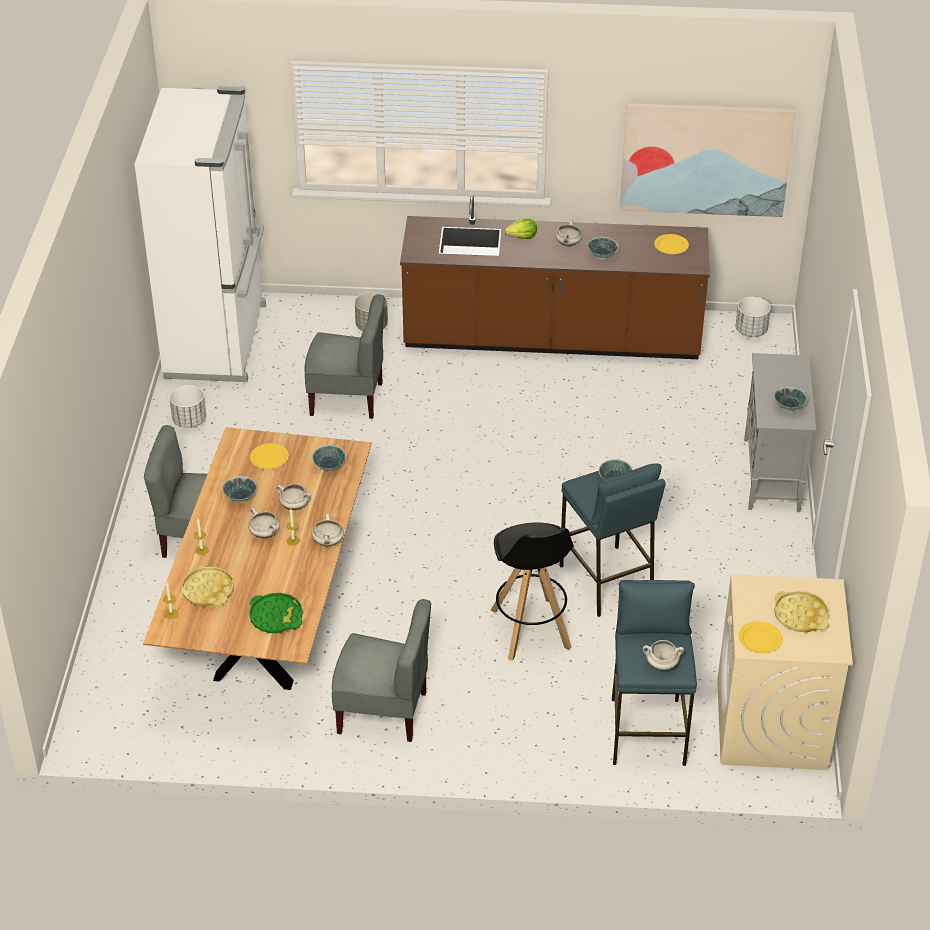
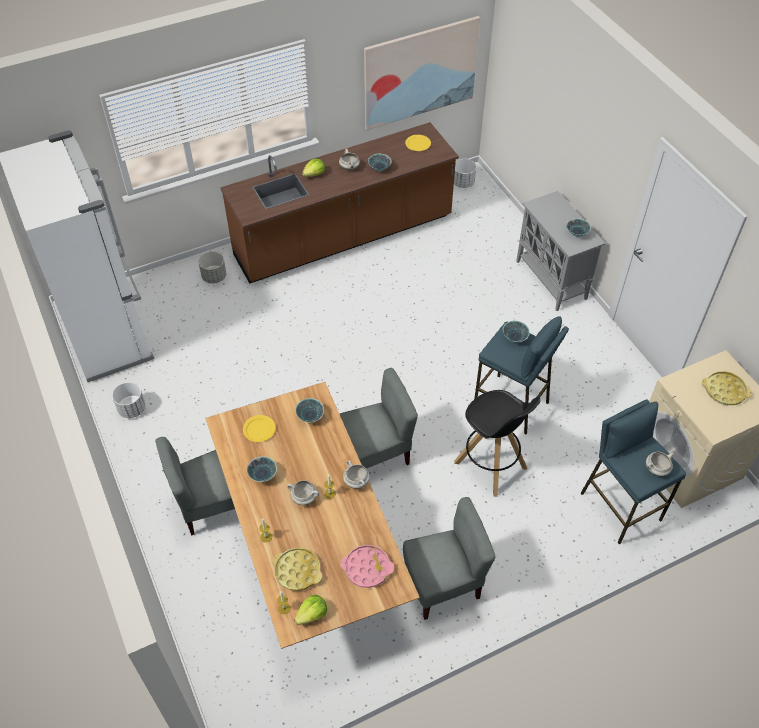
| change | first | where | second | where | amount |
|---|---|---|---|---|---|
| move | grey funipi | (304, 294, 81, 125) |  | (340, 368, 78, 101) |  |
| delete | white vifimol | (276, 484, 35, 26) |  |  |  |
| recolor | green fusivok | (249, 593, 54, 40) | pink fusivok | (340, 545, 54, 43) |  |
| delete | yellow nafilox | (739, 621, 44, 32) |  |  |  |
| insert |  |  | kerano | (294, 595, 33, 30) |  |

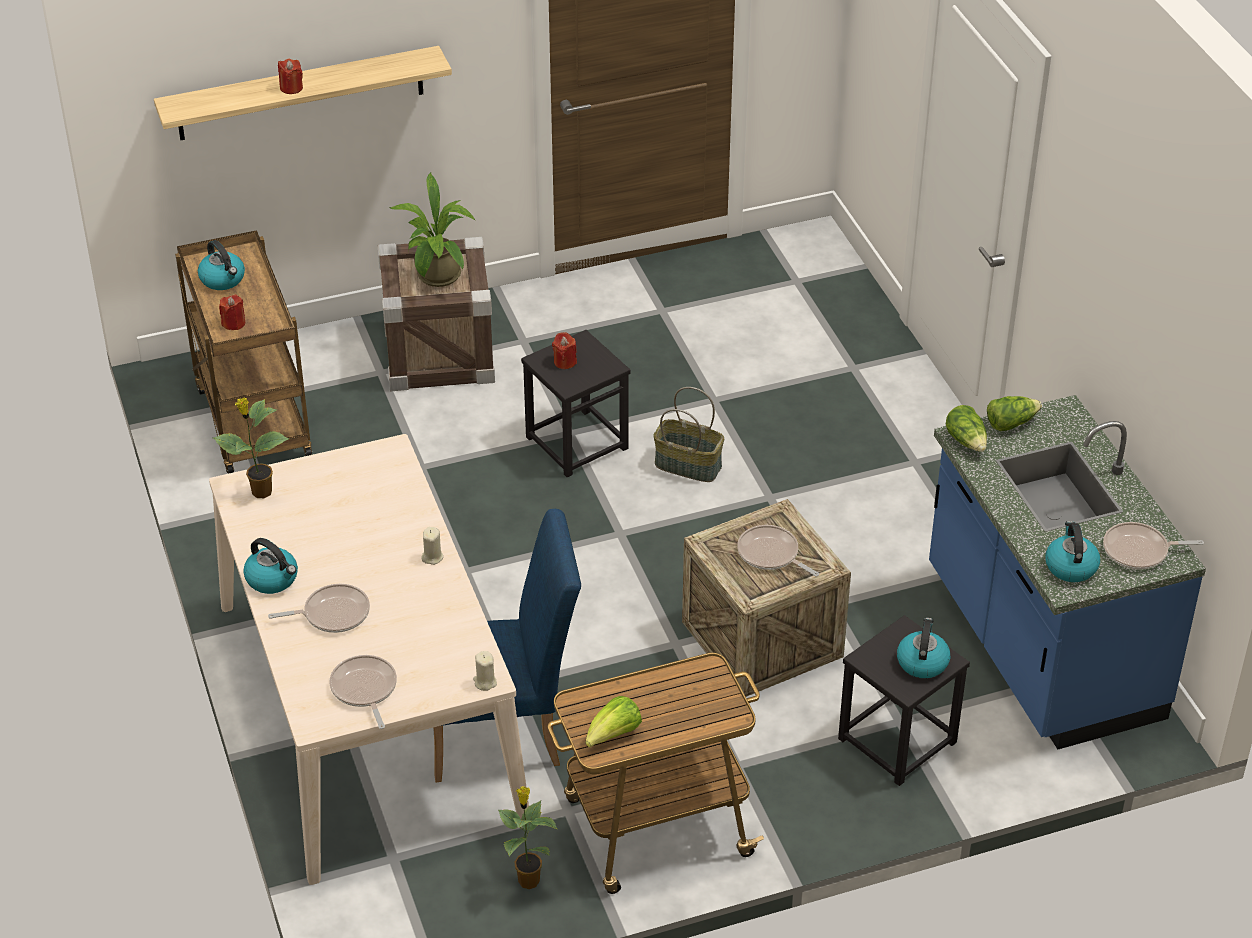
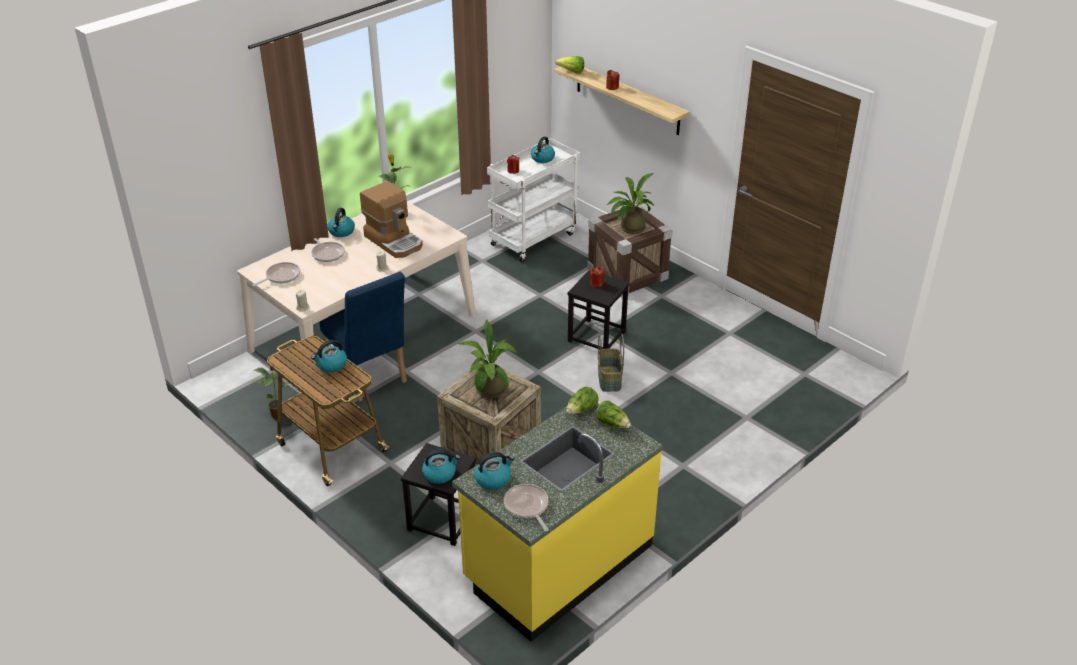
| change | first | where | second | where | amount |
|---|---|---|---|---|---|
| recolor | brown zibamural | (175, 230, 137, 244) | white zibamural | (487, 138, 93, 124) |  |
| recolor | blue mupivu | (929, 395, 277, 354) | yellow mupivu | (452, 403, 211, 239) |  |
| replace | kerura | (737, 525, 82, 52) | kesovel | (458, 319, 60, 79) |  |
| move | kerano | (586, 696, 56, 52) |  | (555, 56, 29, 18) |  |
| insert |  |  | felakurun | (360, 181, 63, 77) |  |
| insert |  |  | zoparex | (311, 340, 36, 33) |  |

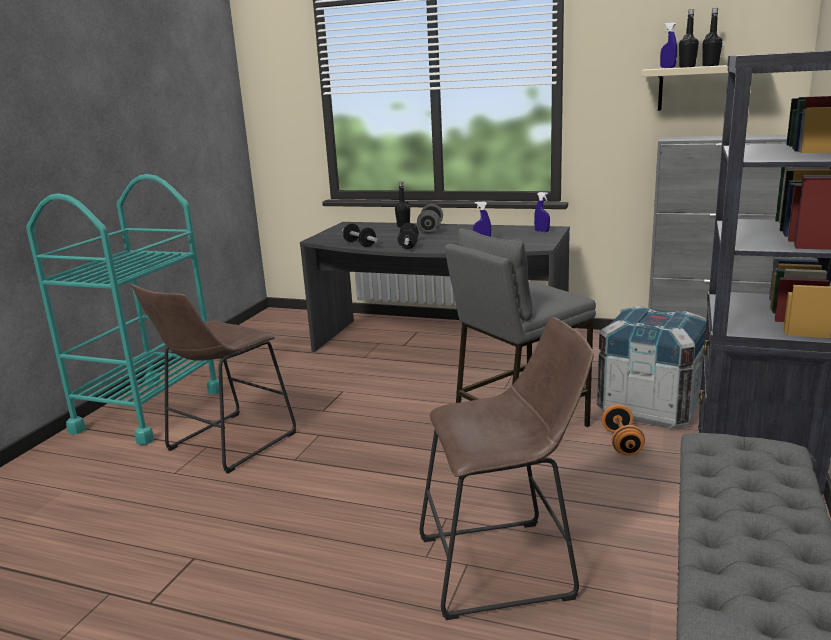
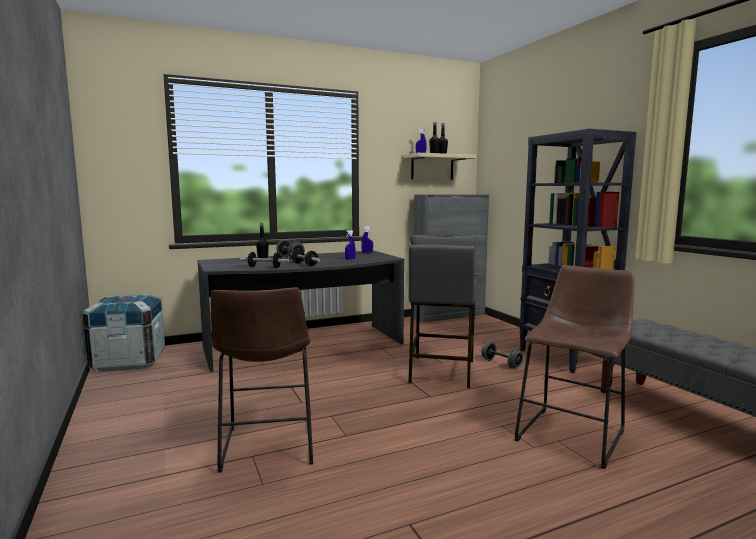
| change | first | where | second | where | amount |
|---|---|---|---|---|---|
| delete | turquoise zibamural | (26, 174, 193, 271) |  |  |  |
| move | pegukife | (597, 306, 109, 122) |  | (82, 294, 83, 78) |  |
| recolor | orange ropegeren | (602, 405, 43, 51) | grey ropegeren | (482, 342, 41, 26) |  |

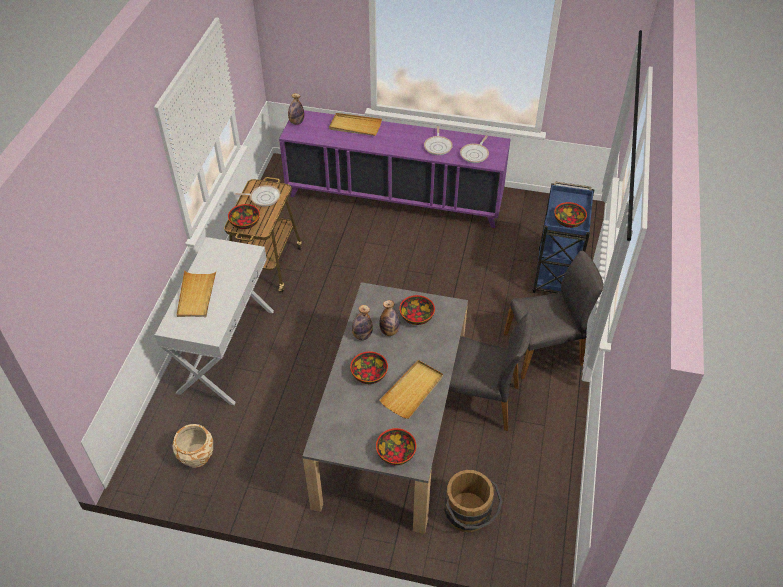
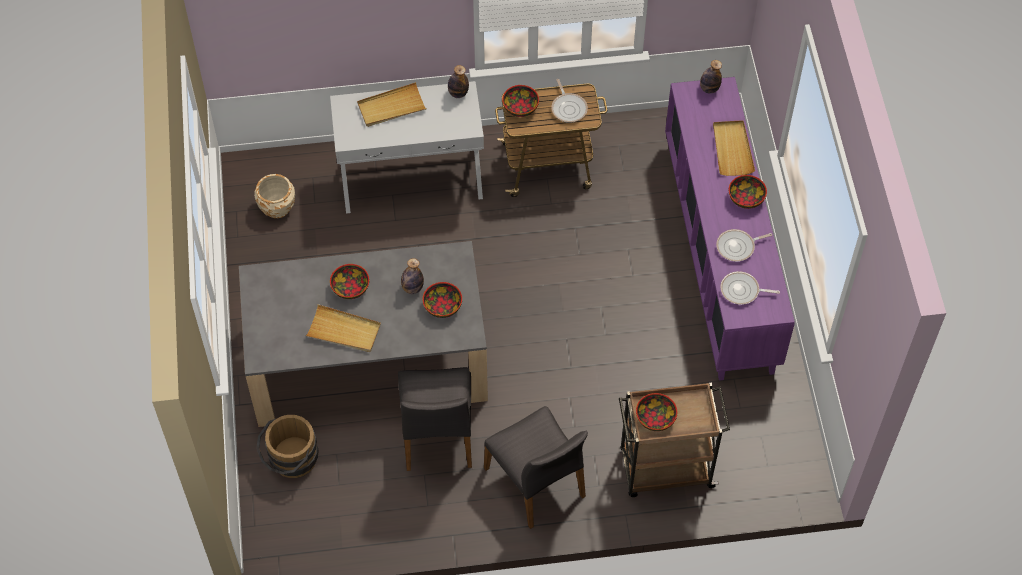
| change | first | where | second | where | amount |
|---|---|---|---|---|---|
| recolor | blue zibamural | (532, 181, 63, 112) | brown zibamural | (619, 382, 111, 115) |  |
| move | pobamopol | (352, 305, 21, 35) |  | (448, 65, 21, 33) |  |
| move | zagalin | (376, 428, 40, 37) |  | (729, 175, 38, 34) |  |

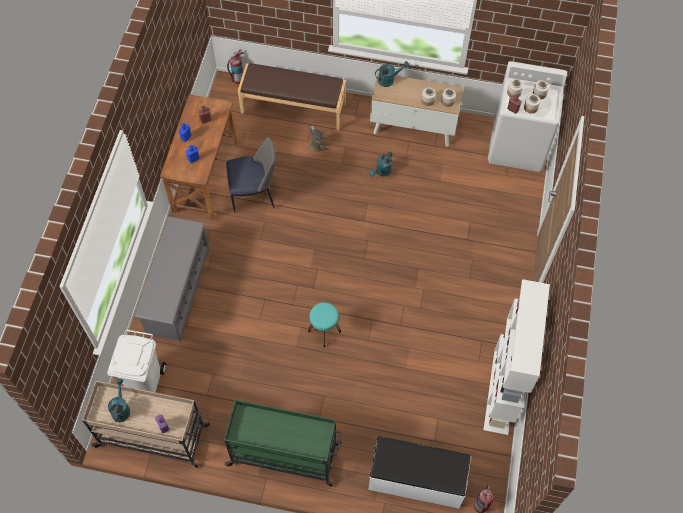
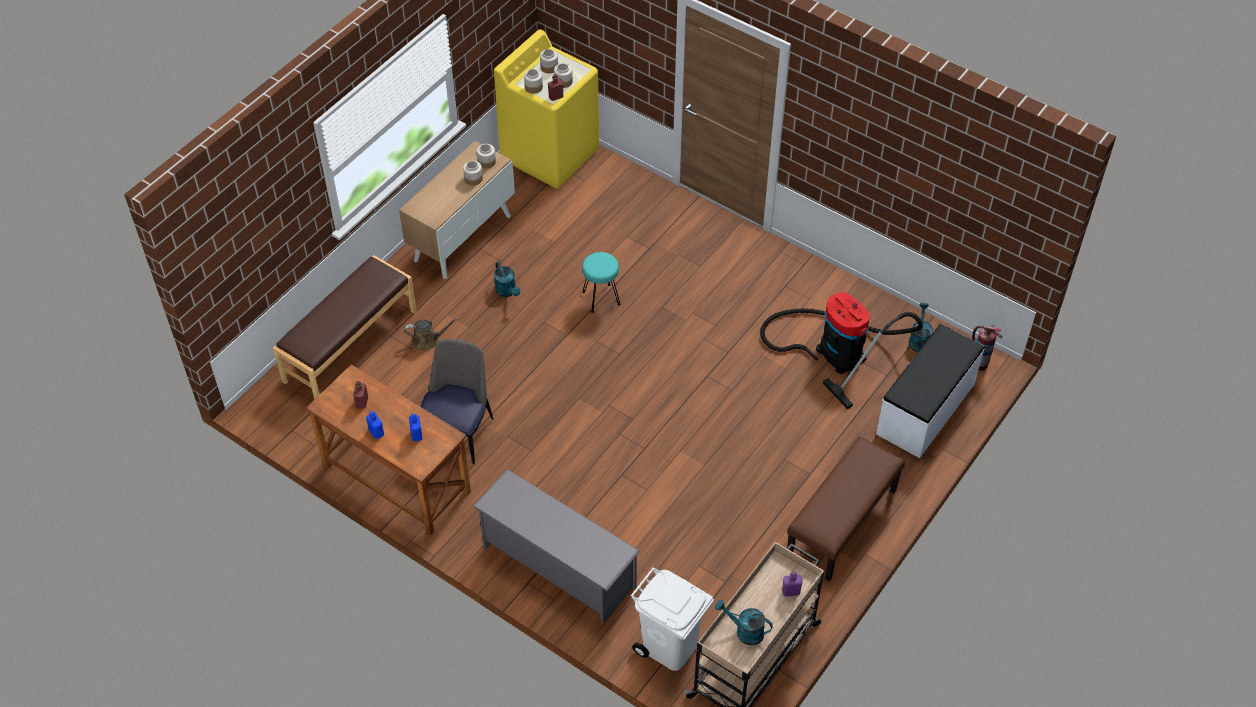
| change | first | where | second | where | amount |
|---|---|---|---|---|---|
| delete | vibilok | (227, 49, 17, 35) |  |  |  |
| move | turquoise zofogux | (375, 61, 34, 26) |  | (909, 303, 24, 49) |  |
| recolor | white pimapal | (488, 61, 79, 111) | yellow pimapal | (494, 29, 105, 160) |  |
| delete | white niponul | (483, 279, 67, 156) |  |  |  |
| move | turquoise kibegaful | (308, 302, 33, 45) |  | (582, 252, 38, 61) |  |
| replace | green zibamural | (224, 400, 118, 87) | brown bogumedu | (787, 436, 118, 145) |  |
| insert |  |  | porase | (760, 292, 163, 117) |  |

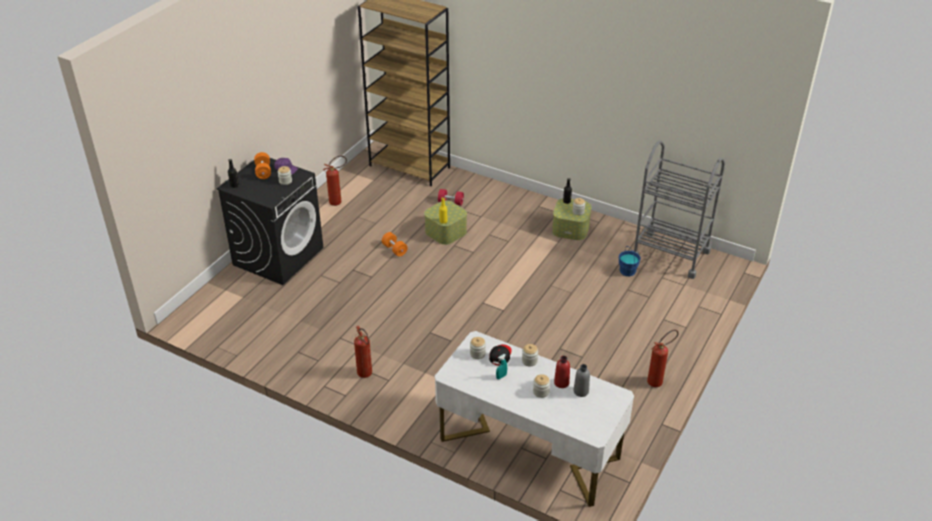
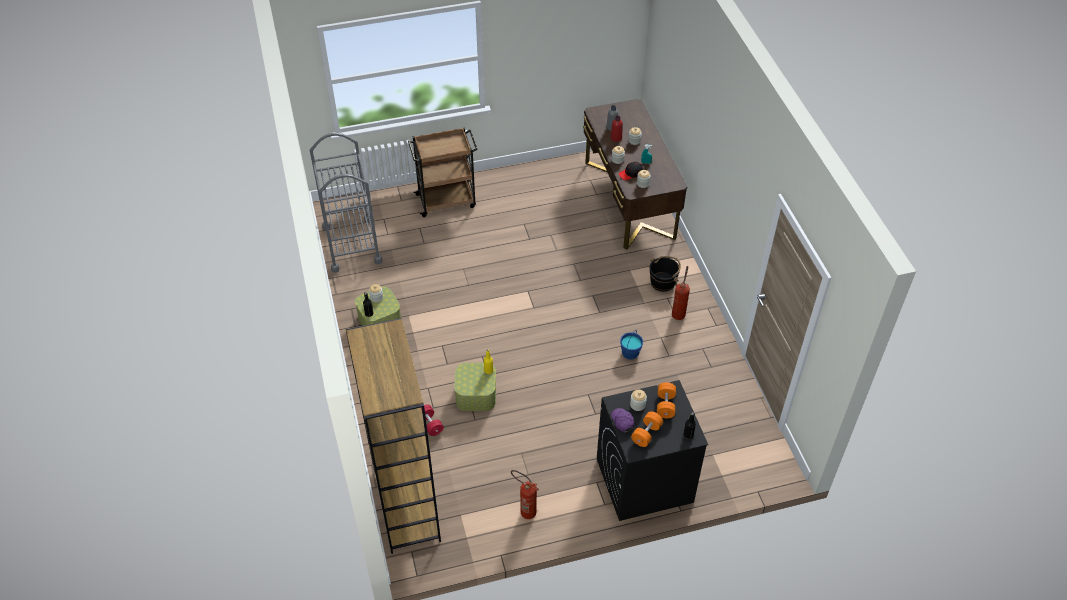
| change | first | where | second | where | amount |
|---|---|---|---|---|---|
| move | orange ropegeren | (382, 232, 26, 25) |  | (657, 382, 19, 36) |  |
| move | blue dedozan | (619, 246, 22, 30) |  | (620, 330, 23, 30) |  |
| delete | vibilok | (647, 330, 32, 57) |  |  |  |
| recolor | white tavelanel | (435, 331, 199, 176) | brown tavelanel | (583, 99, 105, 150) |  |
| insert |  |  | brown zibamural | (408, 127, 69, 90) |  |
| insert |  |  | black dedozan | (650, 256, 31, 36) |  |

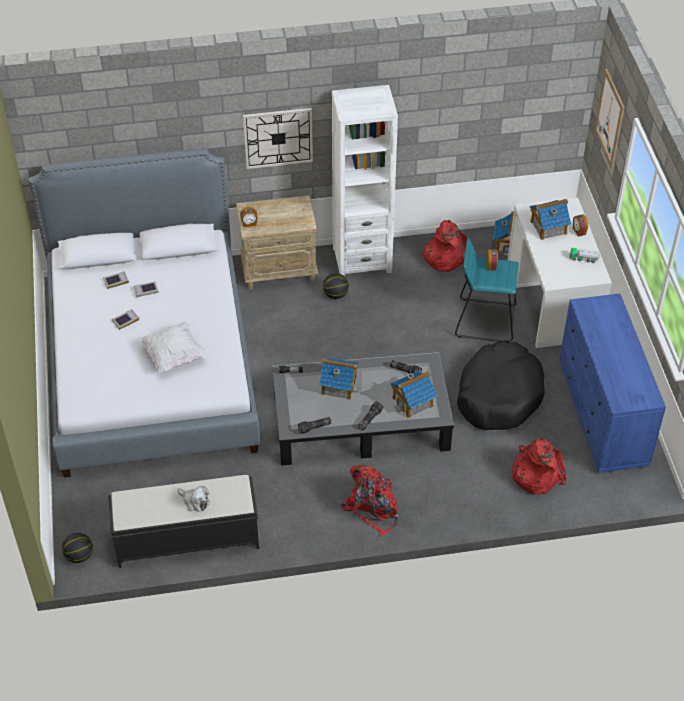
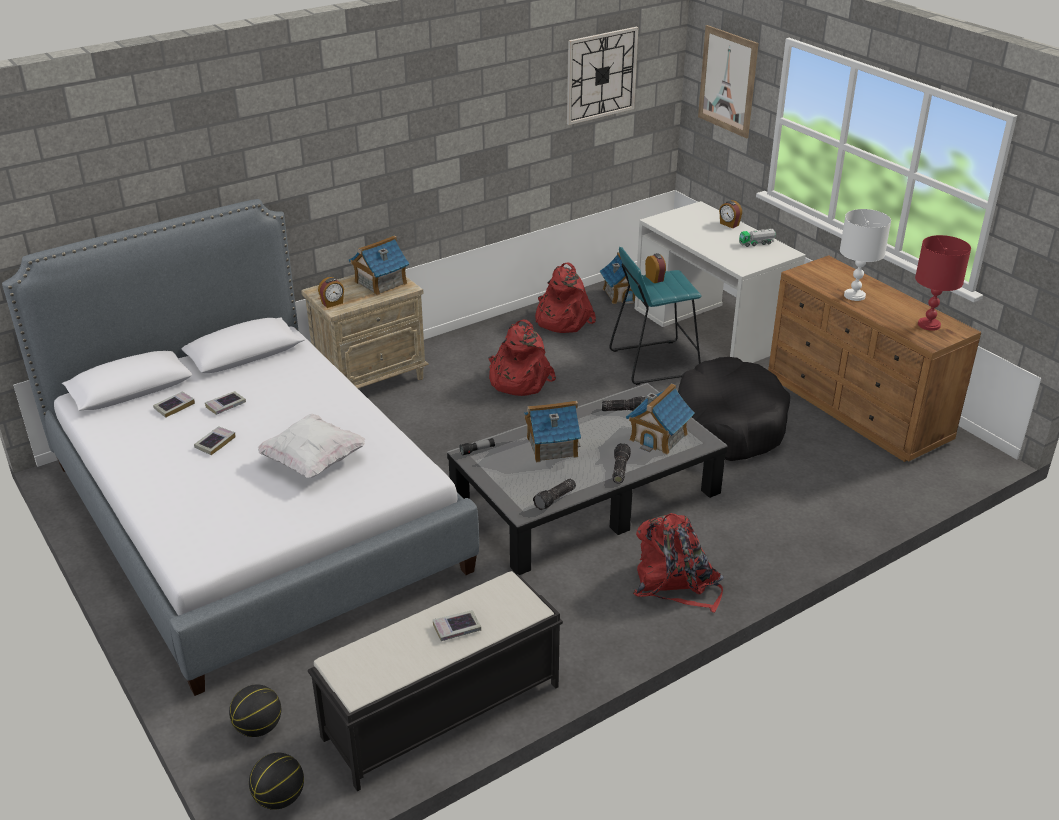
| change | first | where | second | where | amount |
|---|---|---|---|---|---|
| delete | white niponul | (332, 85, 66, 191) |  |  |  |
| move | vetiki | (243, 108, 70, 61) |  | (567, 27, 71, 98) |  |
| move | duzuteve | (530, 199, 41, 41) |  | (349, 236, 60, 60) |  |
| move | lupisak | (323, 273, 26, 26) |  | (229, 684, 52, 53) |  |
| recolor | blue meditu | (559, 293, 107, 180) | brown meditu | (768, 255, 213, 207) |  |
| move | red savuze | (510, 438, 57, 57) |  | (488, 320, 68, 76) |  |
| replace | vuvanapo | (177, 486, 33, 26) | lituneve | (433, 610, 48, 31) |  |
| insert |  |  | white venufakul | (840, 209, 51, 92) |  |
| insert |  |  | red venufakul | (915, 235, 56, 96) |  |

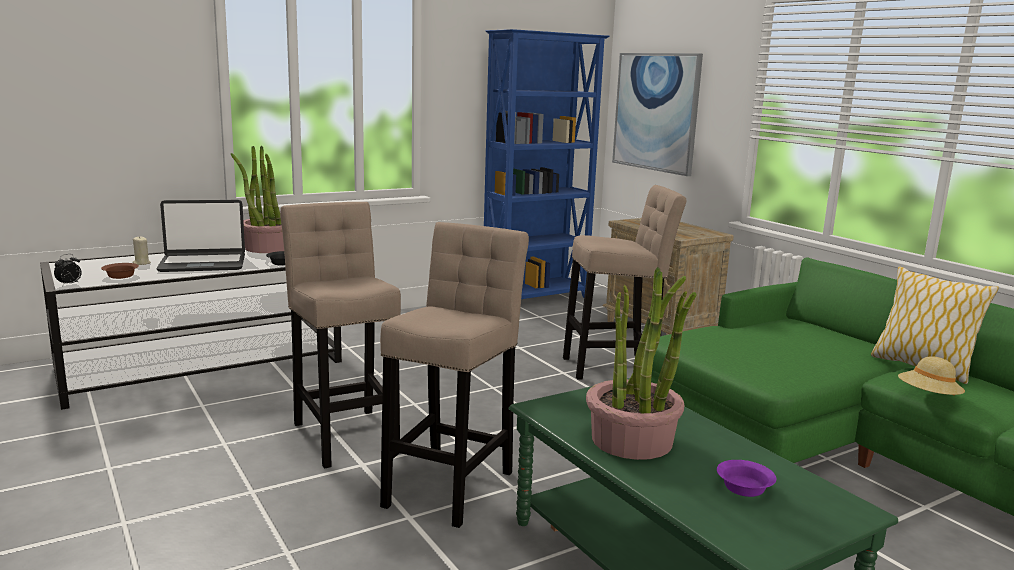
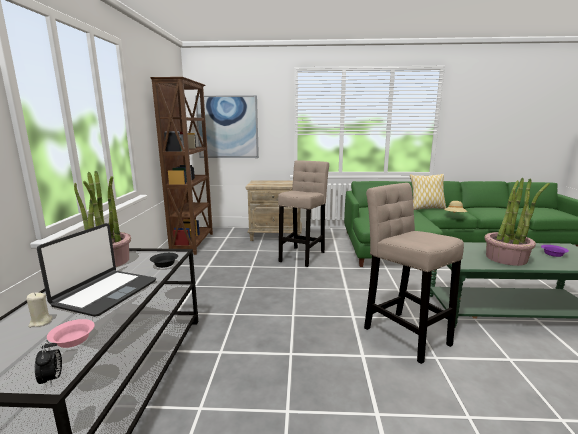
| change | first | where | second | where | amount |
|---|---|---|---|---|---|
| recolor | blue niponul | (484, 29, 126, 270) | brown niponul | (150, 77, 63, 178) |  |
| delete | beige kibegaful | (280, 202, 121, 266) |  |  |  |
| recolor | brown zagalin | (101, 263, 38, 16) | pink zagalin | (47, 319, 48, 29) |  |

